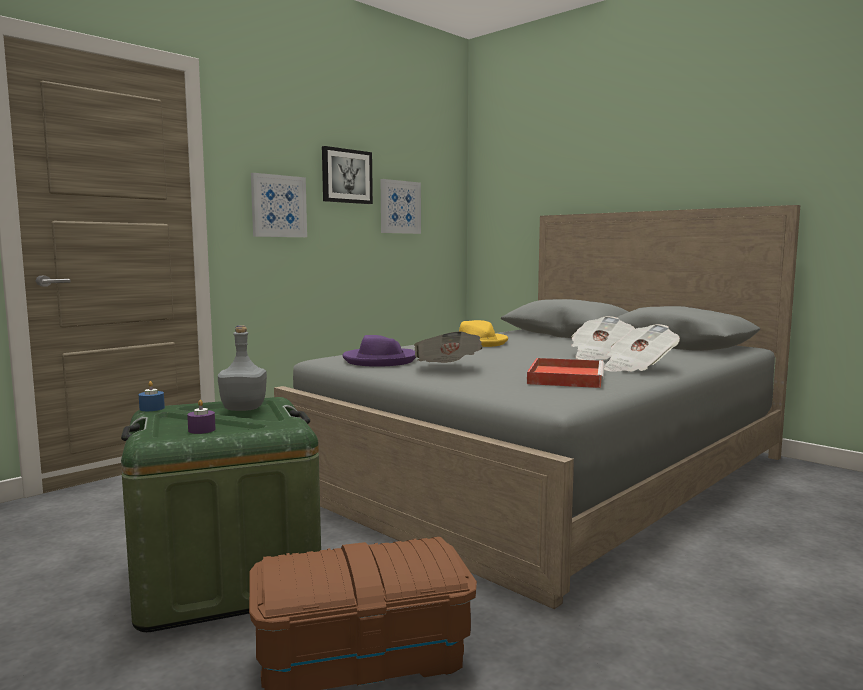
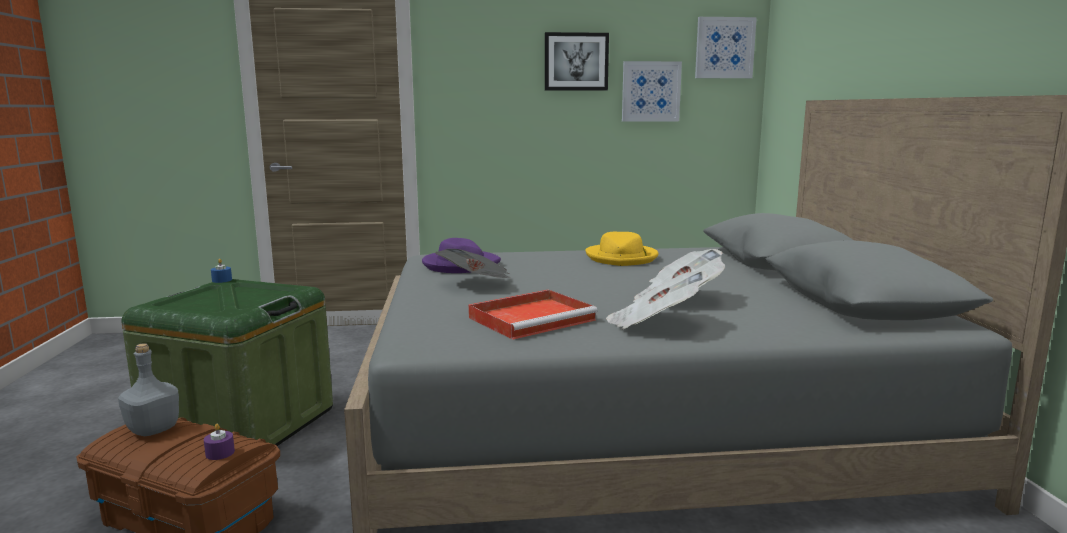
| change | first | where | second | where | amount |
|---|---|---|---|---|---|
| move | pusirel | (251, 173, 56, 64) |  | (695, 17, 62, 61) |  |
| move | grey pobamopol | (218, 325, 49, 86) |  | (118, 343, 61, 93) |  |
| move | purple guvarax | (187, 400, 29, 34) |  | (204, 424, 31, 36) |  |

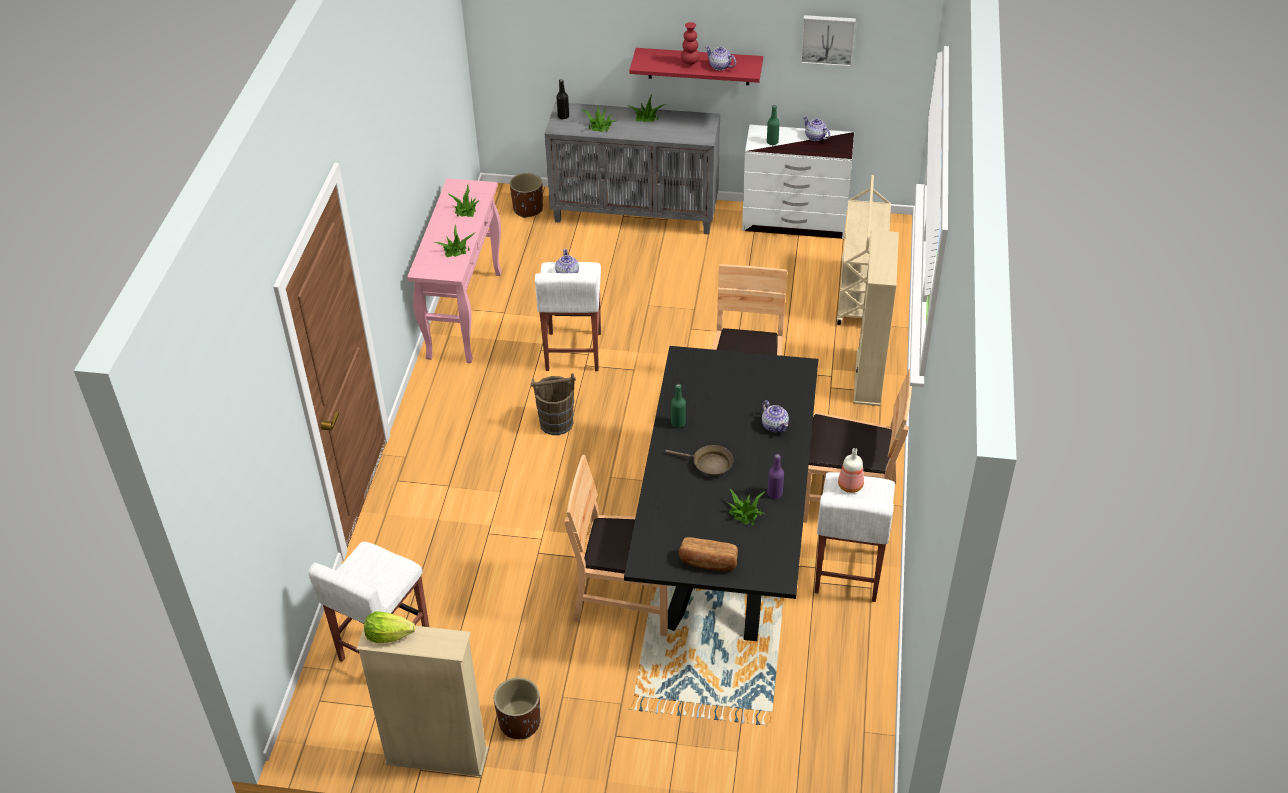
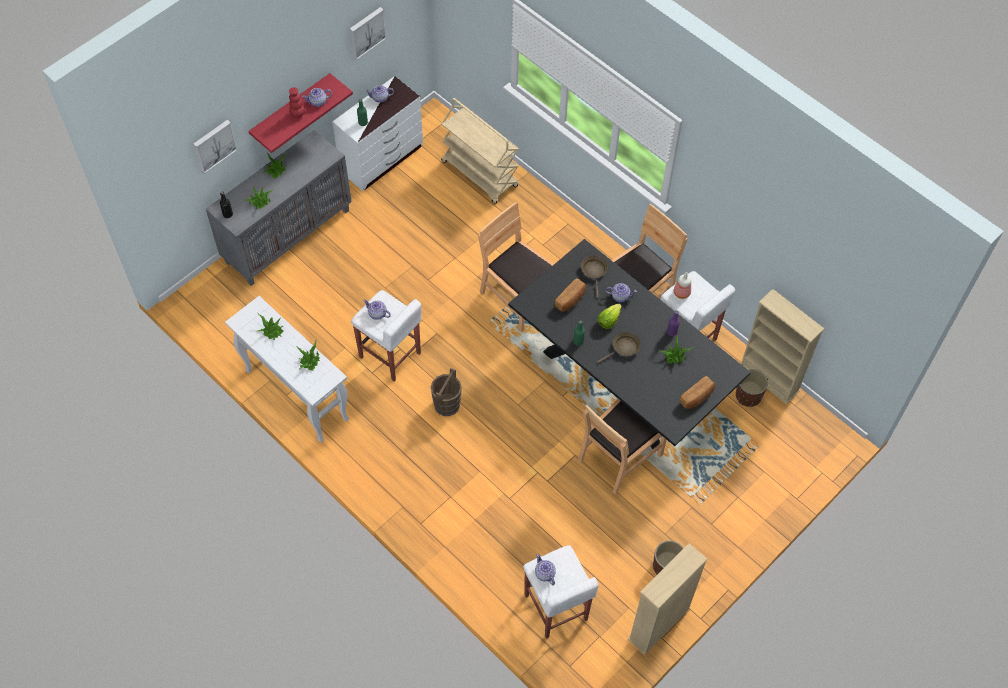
| change | first | where | second | where | amount |
|---|---|---|---|---|---|
| move | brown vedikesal | (510, 173, 33, 45) |  | (736, 369, 32, 38) |  |
| recolor | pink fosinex | (407, 178, 95, 185) | white fosinex | (225, 296, 124, 147) |  |
| move | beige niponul | (853, 230, 46, 176) |  | (741, 289, 83, 115) |  |
| move | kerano | (364, 611, 51, 32) |  | (598, 304, 24, 25) |  |
| insert |  |  | pusirel | (193, 120, 45, 54) |  |
| insert |  |  | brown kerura | (581, 255, 27, 43) |  |
| insert |  |  | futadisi | (555, 278, 31, 34) |  |
| insert |  |  | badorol | (535, 554, 21, 31) |  |

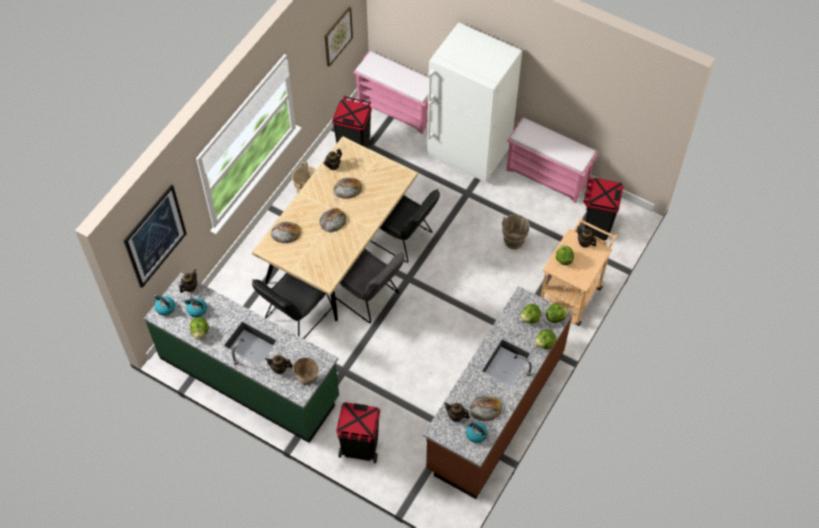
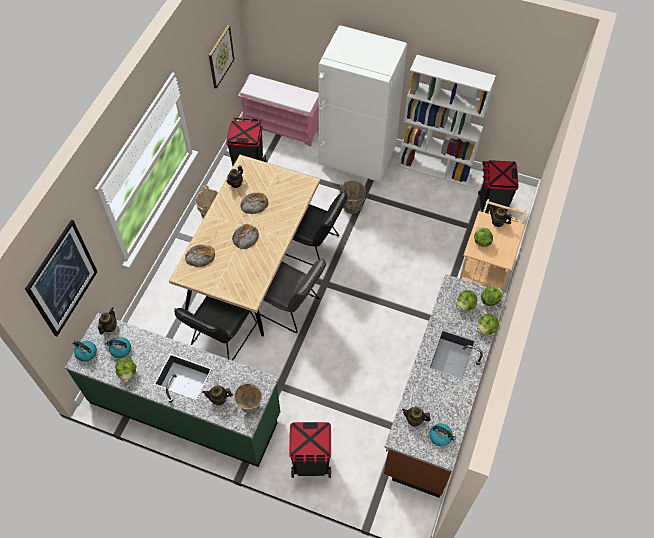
| change | first | where | second | where | amount |
|---|---|---|---|---|---|
| replace | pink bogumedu | (506, 117, 93, 86) | white niponul | (398, 55, 98, 131) |  |
| move | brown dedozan | (502, 214, 28, 35) |  | (340, 181, 26, 33) |  |
| delete | futadisi | (469, 395, 33, 26) |  |  |  |

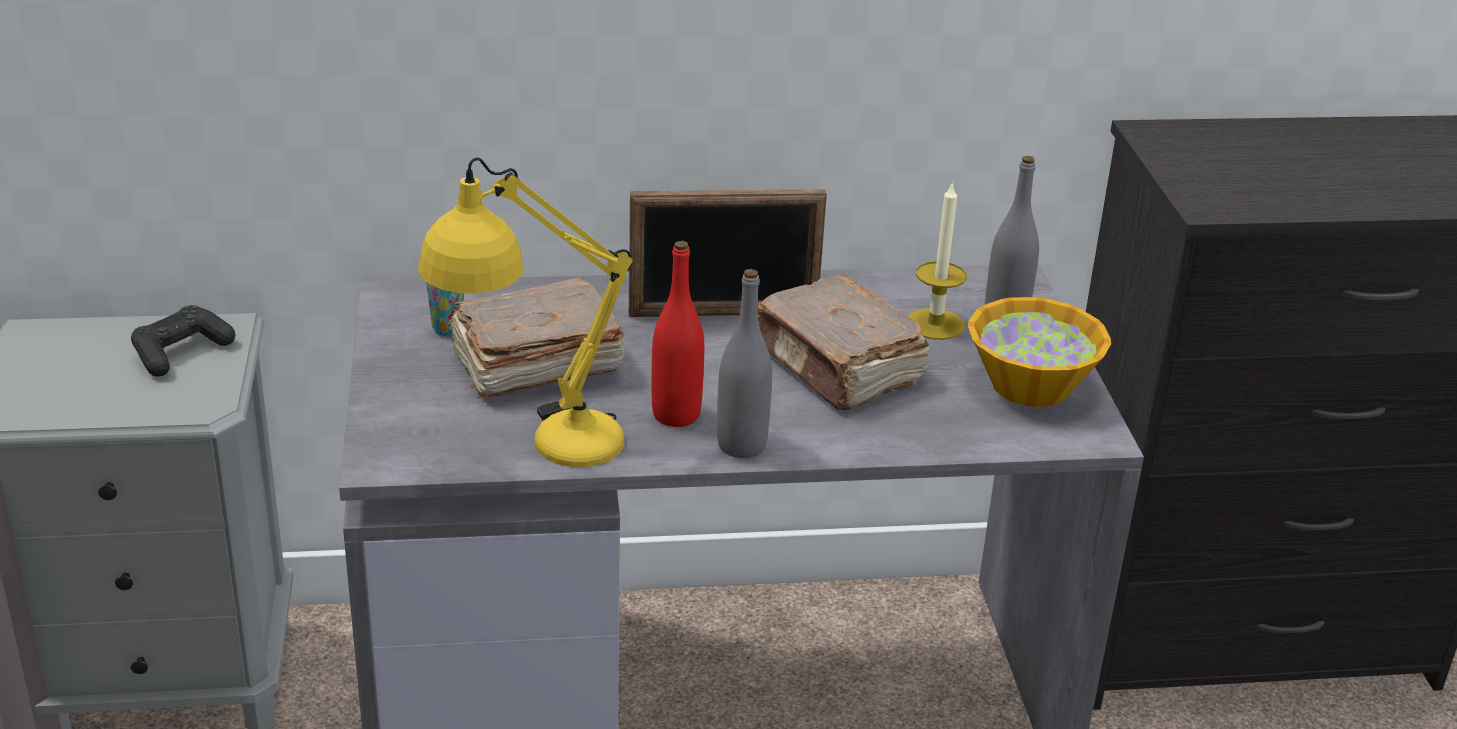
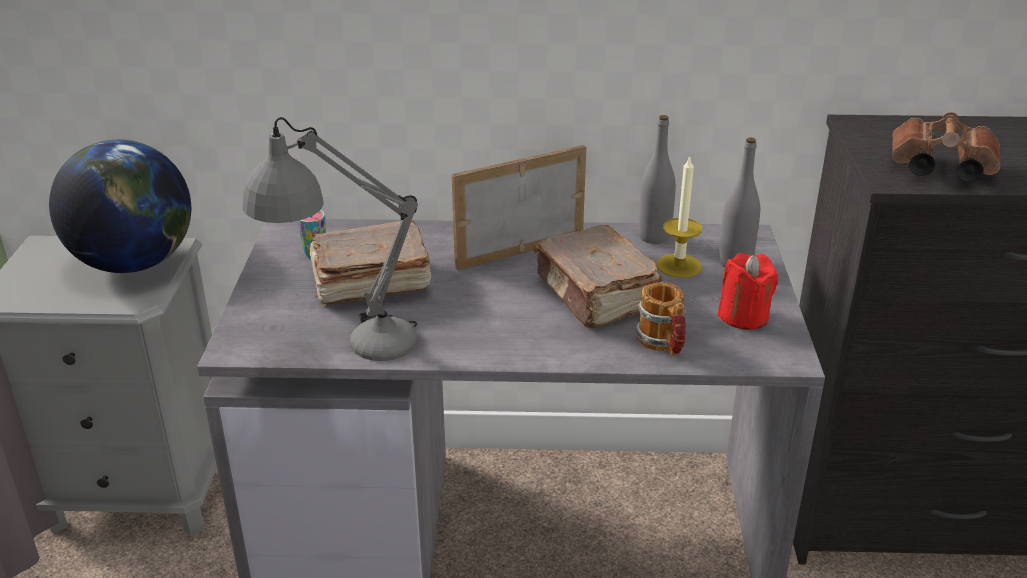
| change | first | where | second | where | amount |
|---|---|---|---|---|---|
| recolor | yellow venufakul | (418, 157, 214, 310) | grey venufakul | (243, 117, 176, 244) |  |
| rotate | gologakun | (629, 189, 198, 128) |  | (452, 145, 134, 125) | 150 degrees clockwise |
| delete | red pobamopol | (652, 241, 52, 186) |  |  |  |
| move | grey pobamopol | (717, 269, 55, 189) |  | (638, 115, 38, 129) |  |
| replace | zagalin | (968, 297, 143, 110) | red guvarax | (718, 253, 60, 77) |  |
| replace | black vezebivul | (131, 305, 104, 72) | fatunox | (49, 140, 142, 133) |  |
| insert |  |  | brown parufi | (892, 112, 109, 70) |  |
| insert |  |  | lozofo | (635, 282, 51, 74) |  |

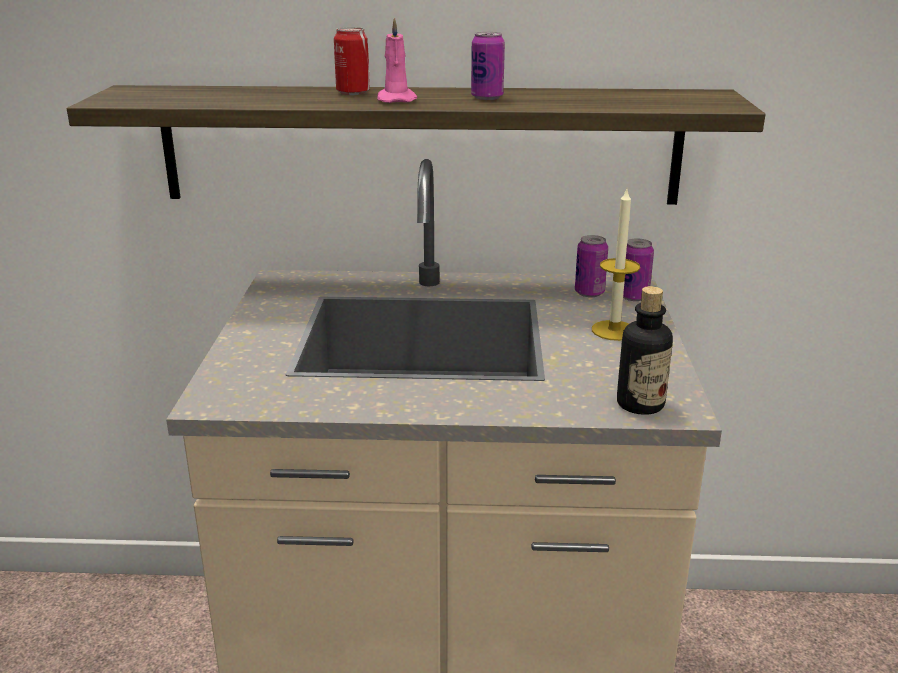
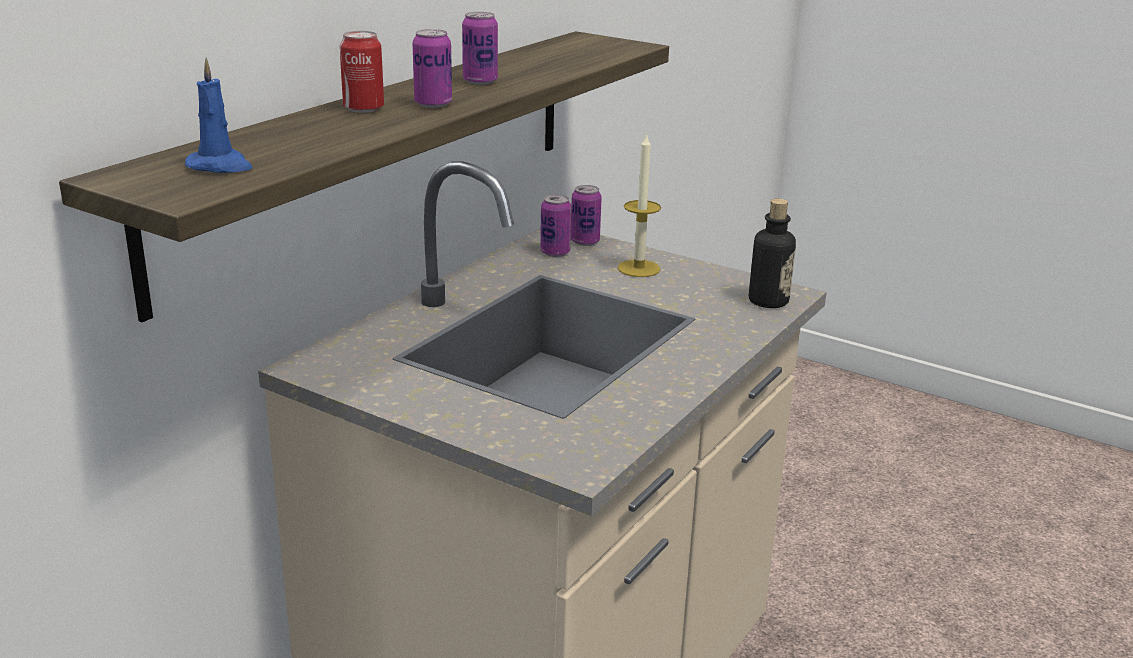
| change | first | where | second | where | amount |
|---|---|---|---|---|---|
| replace | pink guvarax | (377, 17, 40, 86) | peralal | (413, 29, 39, 79) |  |
| insert |  |  | blue guvarax | (185, 58, 68, 115) |  |

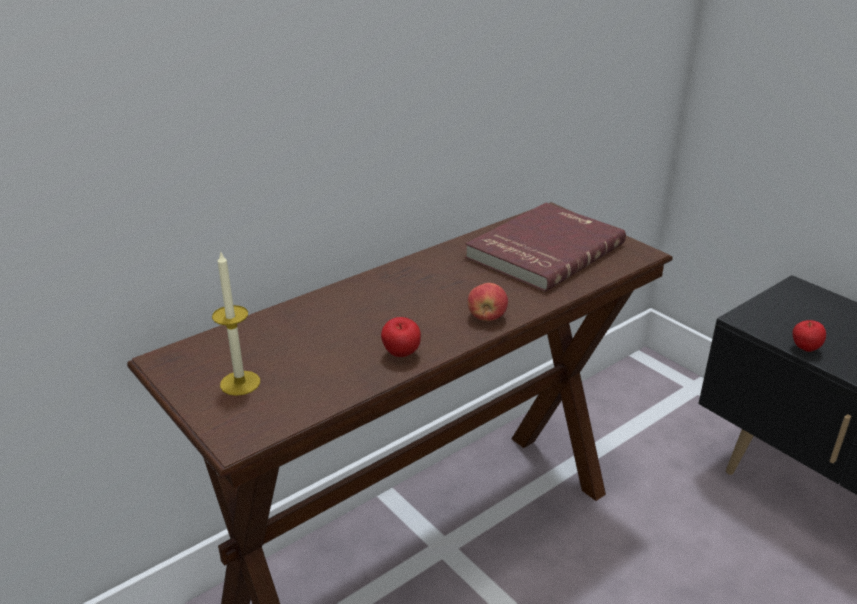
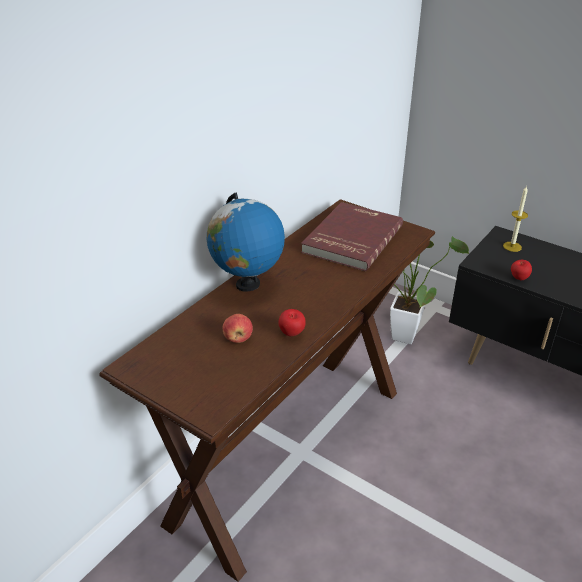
| change | first | where | second | where | amount |
|---|---|---|---|---|---|
| move | guvarax | (212, 253, 48, 143) |  | (503, 186, 25, 66) |  |
| move | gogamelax | (468, 283, 40, 38) |  | (223, 314, 30, 29) |  |
| insert |  |  | fatunox | (207, 192, 78, 100) |  |
| insert |  |  | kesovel | (390, 236, 79, 108) |  |

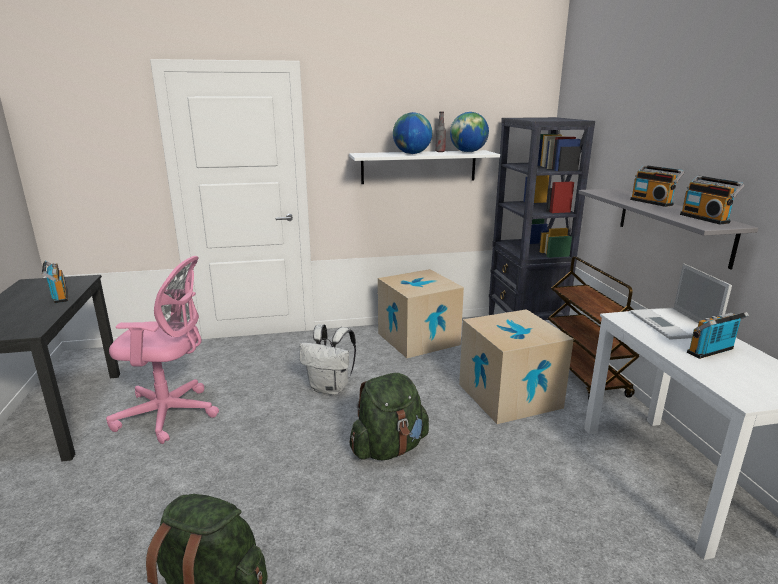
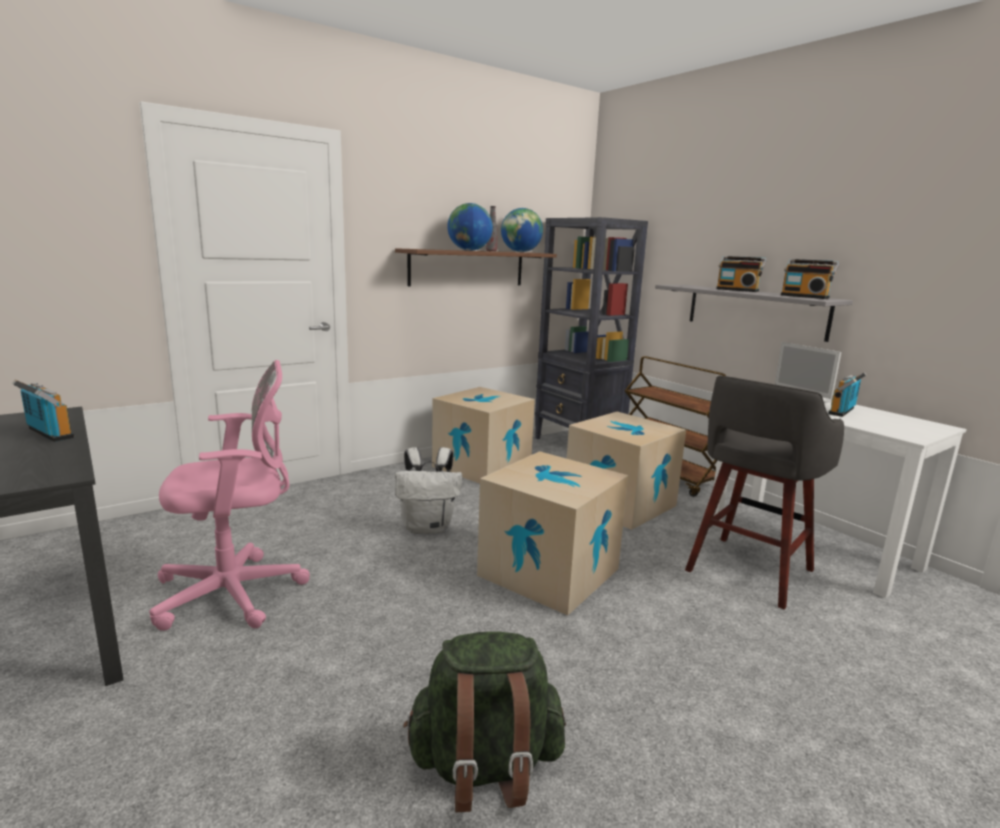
| change | first | where | second | where | amount |
|---|---|---|---|---|---|
| recolor | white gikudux | (349, 150, 151, 34) | brown gikudux | (395, 248, 162, 38) |  |
| replace | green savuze | (350, 373, 79, 87) | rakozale | (477, 451, 151, 164) |  |
| insert |  |  | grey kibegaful | (685, 376, 159, 233) |  |

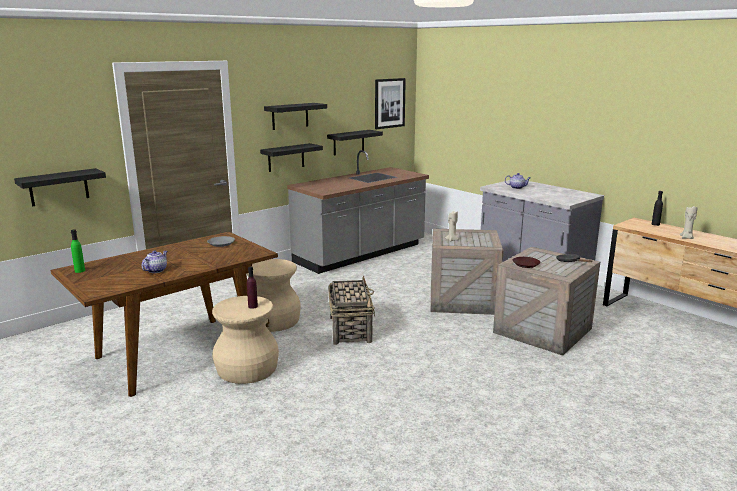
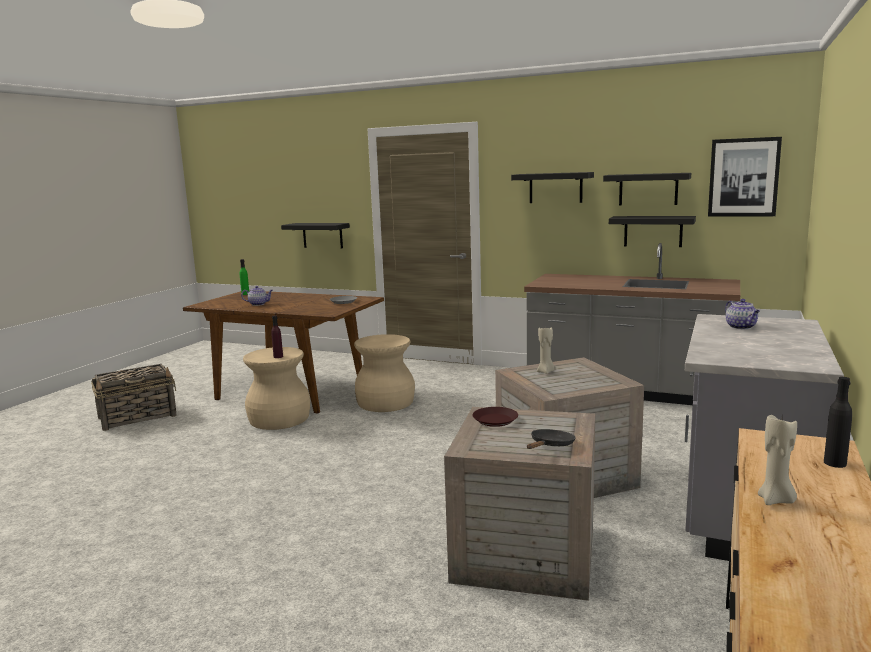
| change | first | where | second | where | amount |
|---|---|---|---|---|---|
| move | black gikudux | (260, 143, 63, 29) |  | (603, 173, 88, 33) |  |
| move | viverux | (328, 276, 47, 69) |  | (91, 364, 86, 67) |  |

